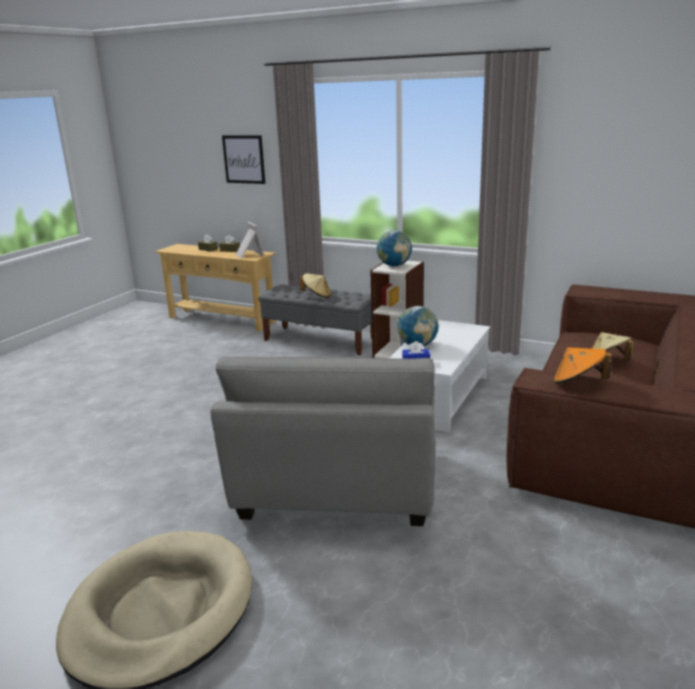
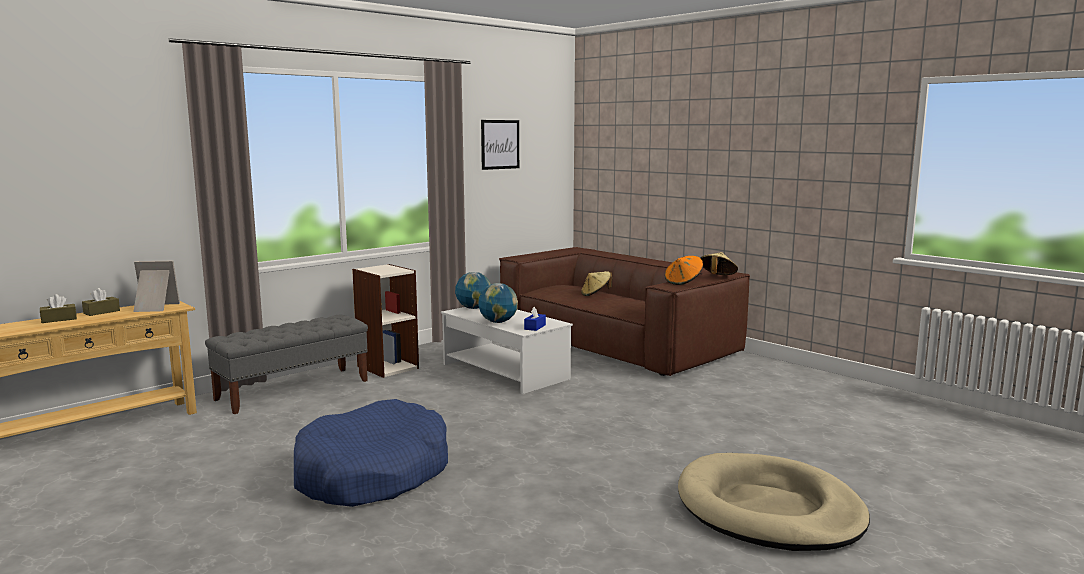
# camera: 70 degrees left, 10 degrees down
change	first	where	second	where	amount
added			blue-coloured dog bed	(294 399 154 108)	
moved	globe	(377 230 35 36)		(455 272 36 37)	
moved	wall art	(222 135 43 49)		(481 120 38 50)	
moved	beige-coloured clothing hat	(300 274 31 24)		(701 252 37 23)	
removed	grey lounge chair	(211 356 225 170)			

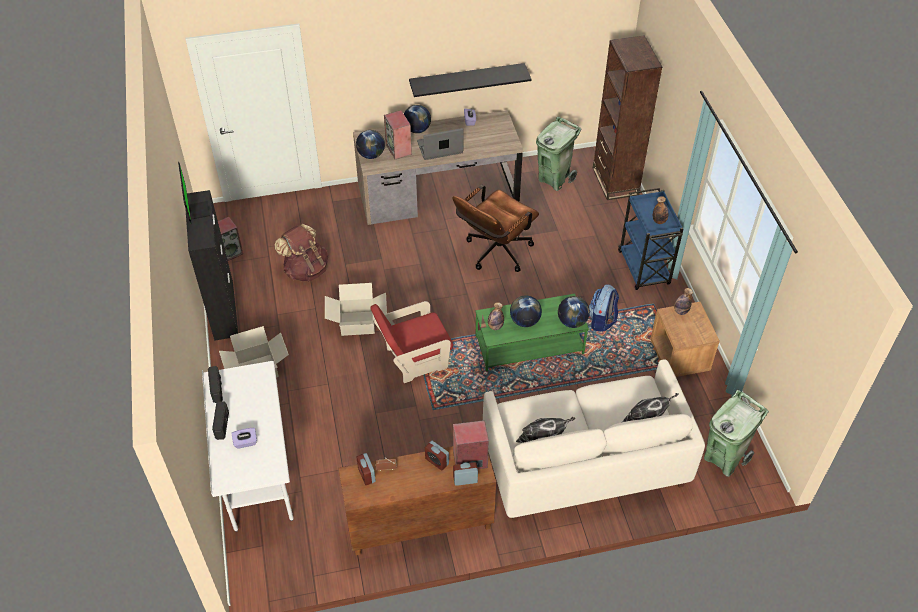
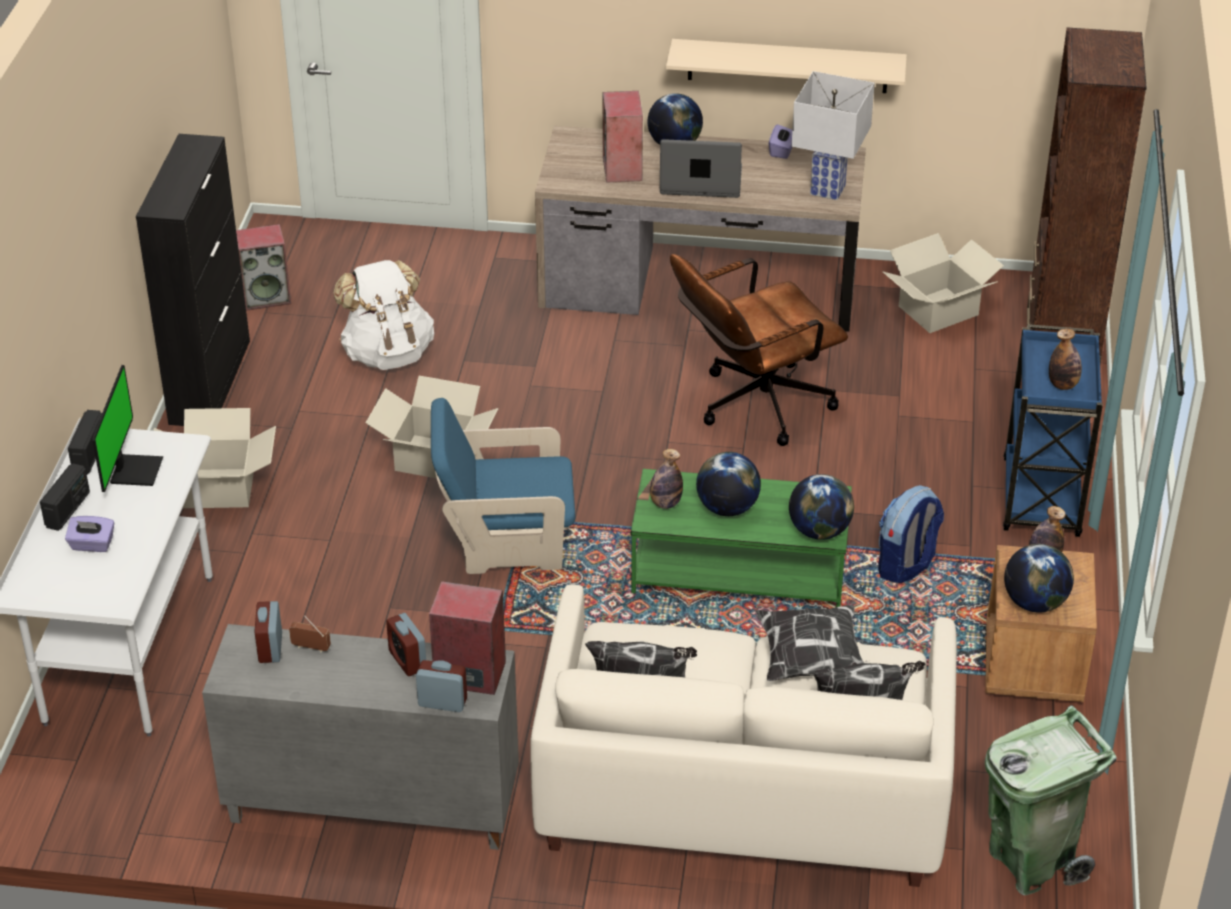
# camera: 20 degrees right, 10 degrees down
change	first	where	second	where	amount
moved	computer screen	(178 162 32 63)		(92 365 71 127)	
recoloured	brown cabinet	(338 446 158 110)	grey cabinet	(202 624 317 226)	
recoloured	brown backpack	(275 224 53 58)	whitish backpack	(333 260 101 110)	
recoloured	reddish lounge chair	(370 301 83 82)	blue-coloured lounge chair	(431 398 144 176)	
recoloured	blackish bracket shelf	(409 63 123 34)	beige-coloured bracket shelf	(666 39 241 54)	
added			cushion	(755 605 115 76)	
added			whitish table lamp	(791 71 84 129)	
replaced	green trash can	(536 117 46 74)	cardboard box	(883 233 121 100)	
moved	globe	(356 130 29 29)		(1004 544 70 69)	

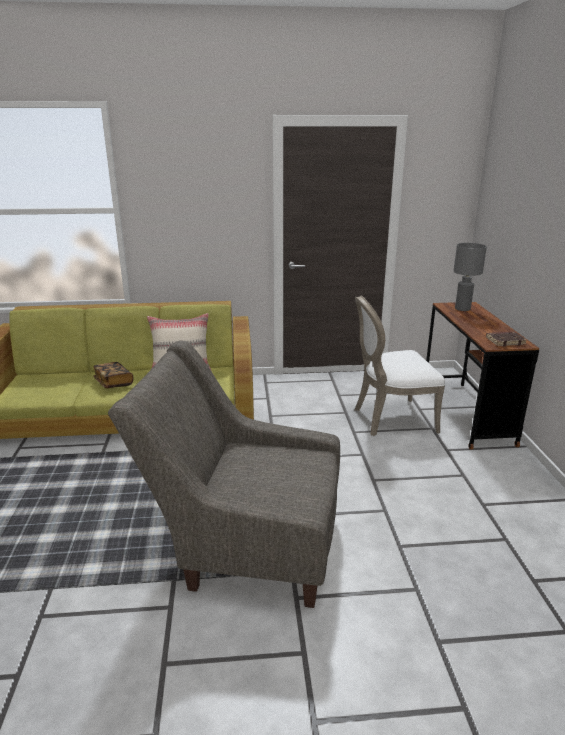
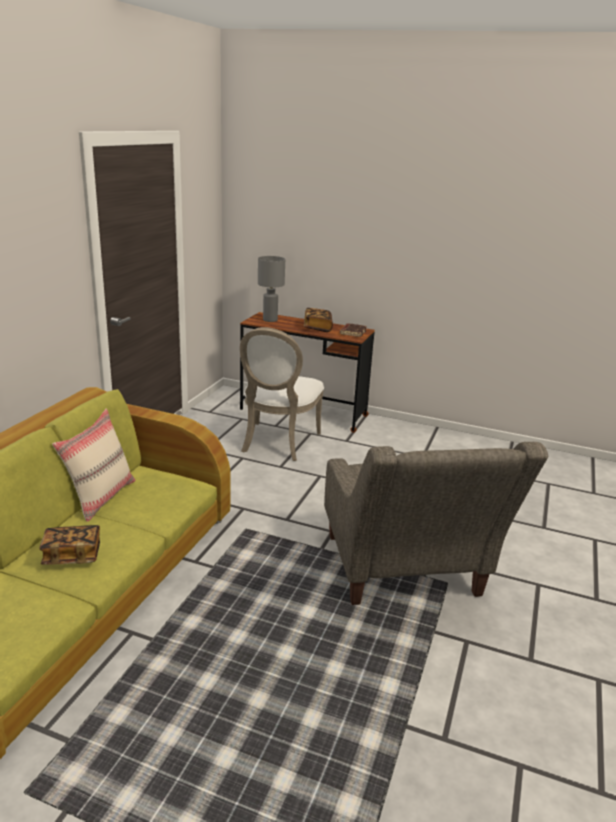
# camera: 65 degrees left, 0 degrees up
change	first	where	second	where	amount
added			bound book	(304 308 29 24)	
turned	grey lounge chair	(108 341 232 267)		(324 442 224 163)	45 degrees counterclockwise

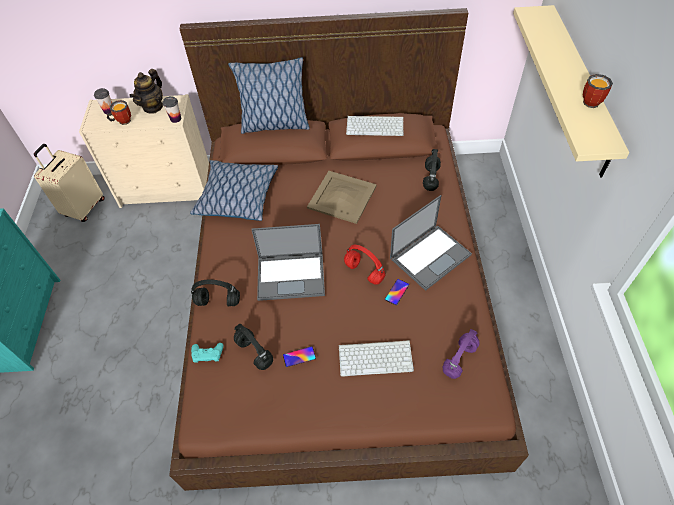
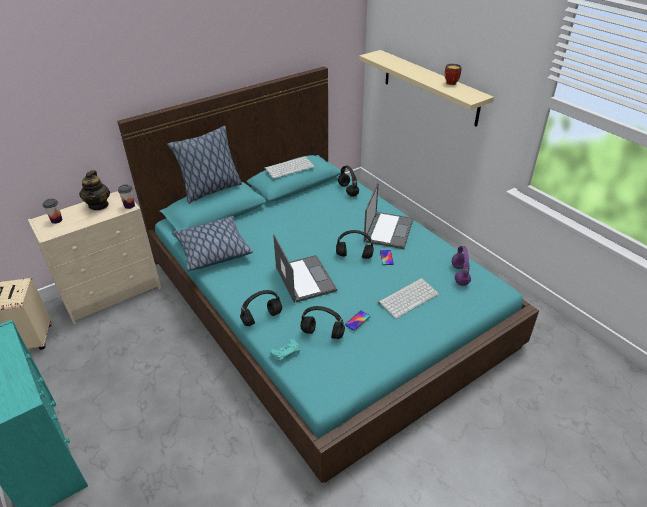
# camera: 35 degrees left, 15 degrees down
change	first	where	second	where	amount
recoloured	brown bed	(169 8 360 483)	turquoise bed	(117 66 422 417)	
turned	laptop	(251 224 74 77)		(273 234 64 69)	75 degrees counterclockwise
recoloured	reddish headphones	(344 245 41 40)	blackish headphones	(336 230 38 29)	
removed	tea mug	(107 100 24 25)			
removed	beige-coloured carrying tray	(307 171 70 53)			

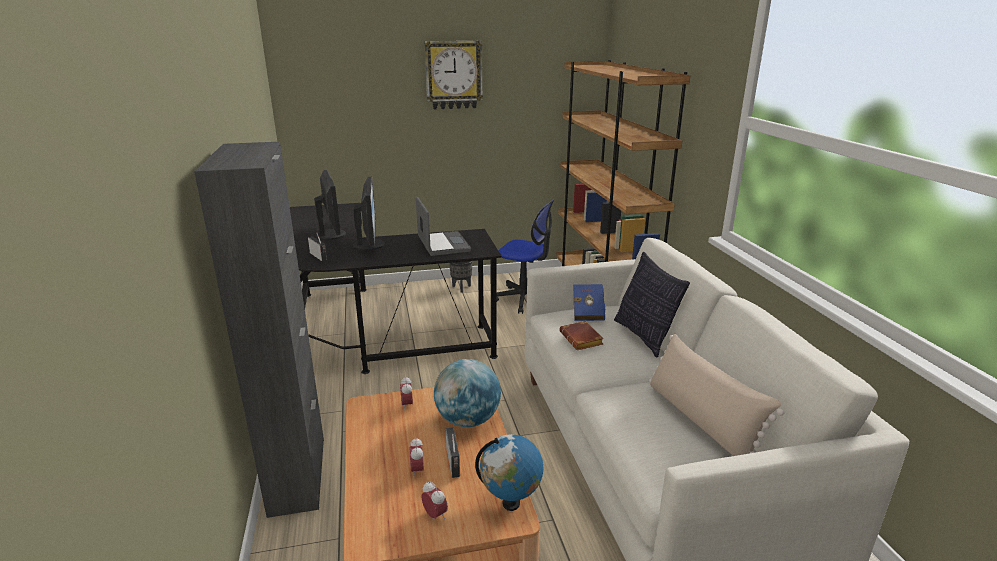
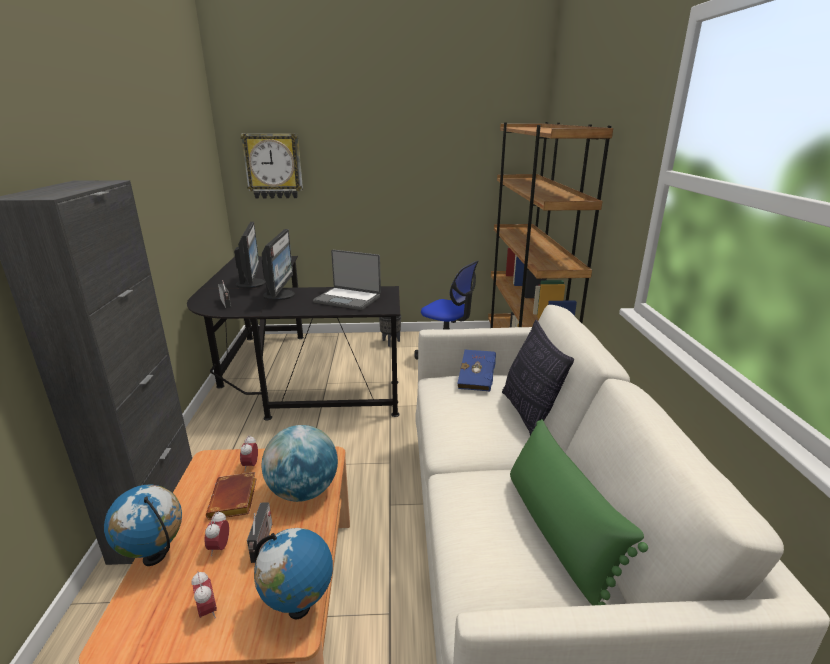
# camera: 10 degrees right, 0 degrees up
change	first	where	second	where	amount
added			globe	(104 485 78 81)	
moved	brown bound book	(559 321 45 29)		(206 472 51 48)	
moved	wall clock	(424 41 59 68)		(241 133 62 66)	
turned	laptop	(416 197 55 59)		(313 250 68 60)	120 degrees clockwise
recoloured	beige-coloured cushion	(649 333 136 123)	green cushion	(510 419 138 186)	

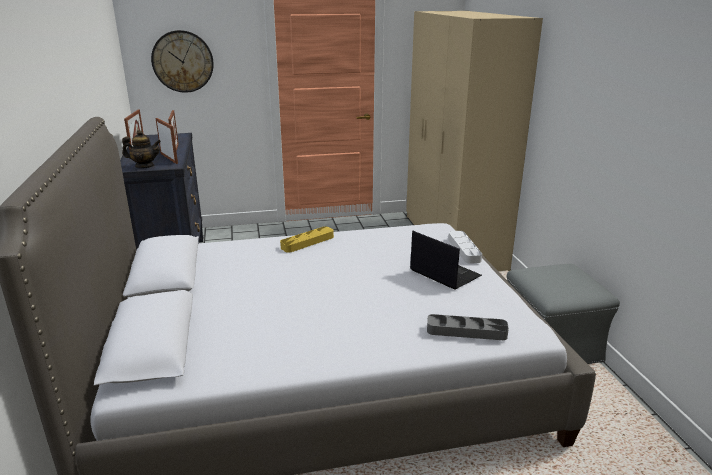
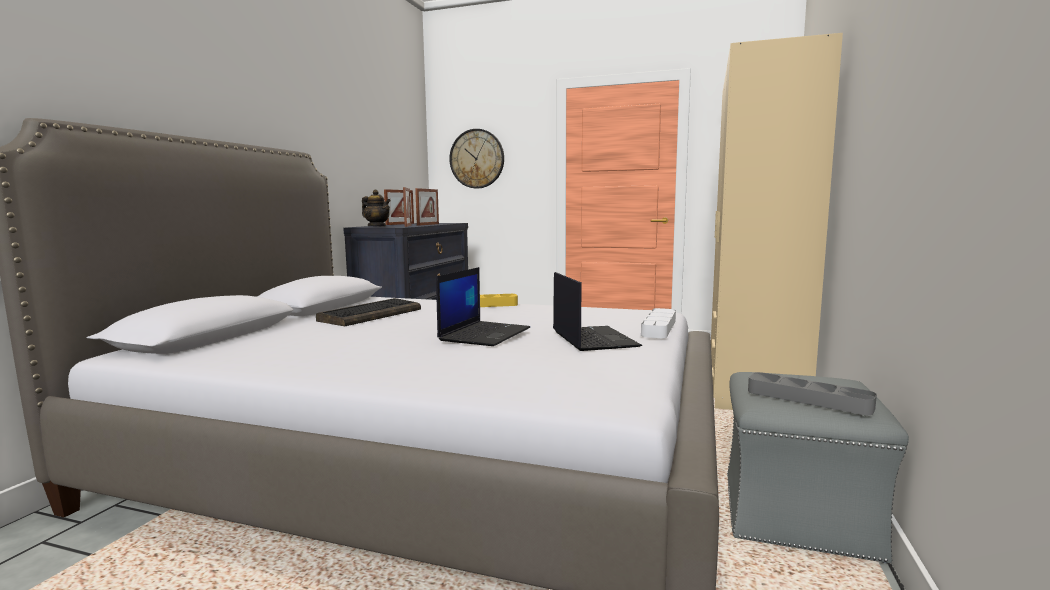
# camera: 30 degrees right, 15 degrees down
change	first	where	second	where	amount
added			computer keyboard	(316 298 105 28)	
added			laptop	(436 267 94 79)	
moved	grey carrying tray	(427 314 82 26)		(748 372 129 43)	

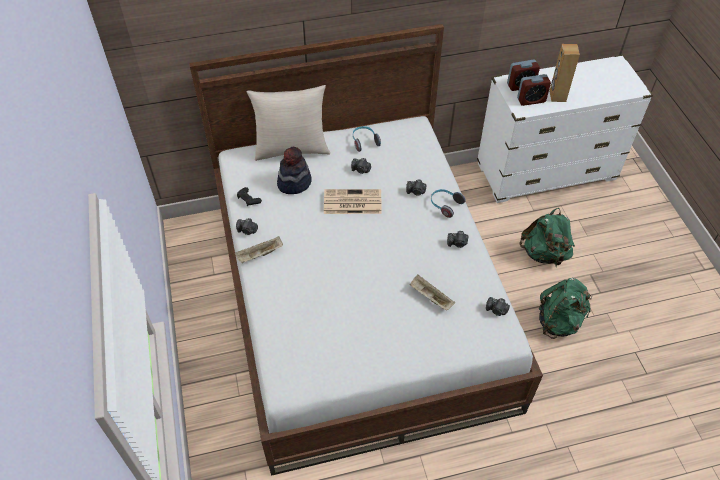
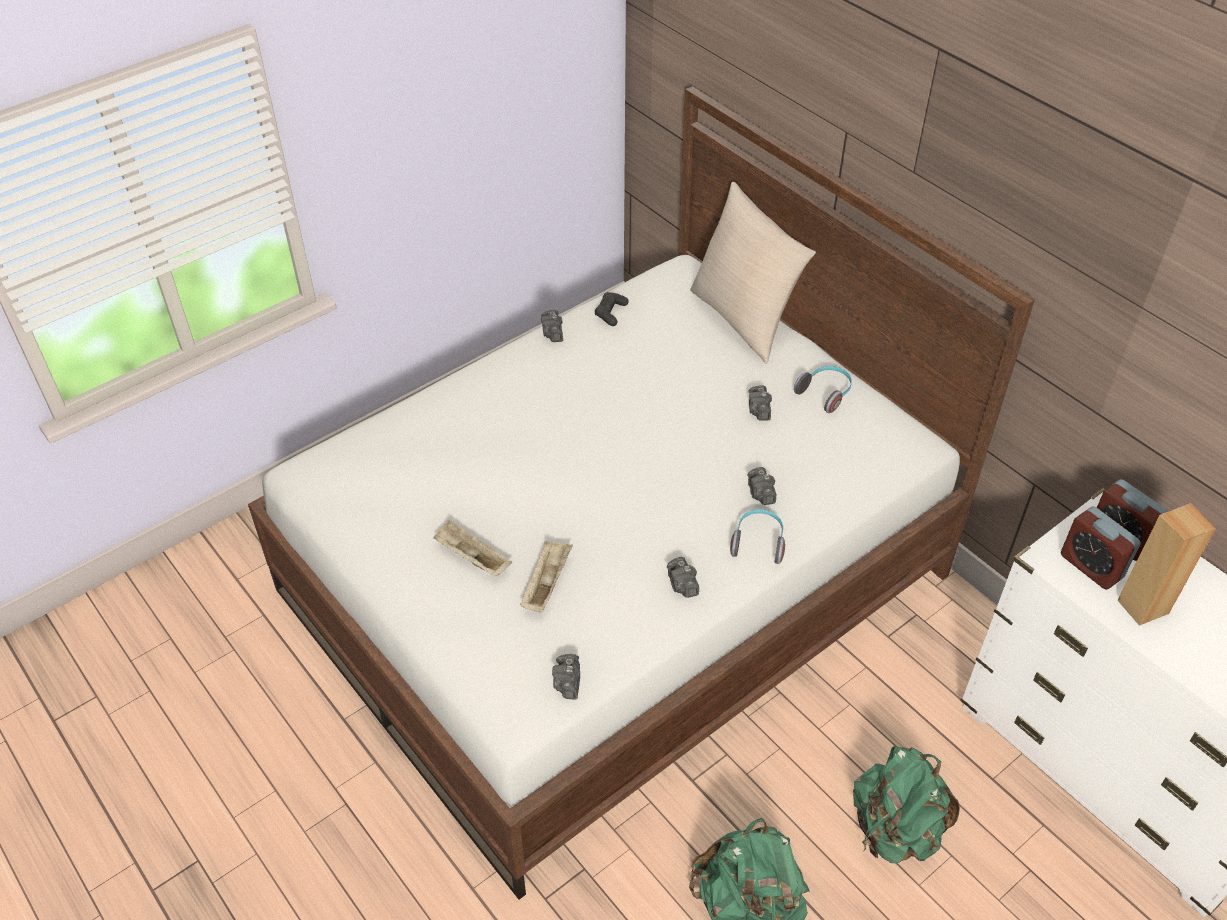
# camera: 65 degrees right, 5 degrees down
change	first	where	second	where	amount
moved	beige-coloured carrying tray	(235 236 48 27)		(433 520 79 56)	
removed	clothing hat	(277 147 35 47)			
removed	printed paper	(324 189 58 25)			

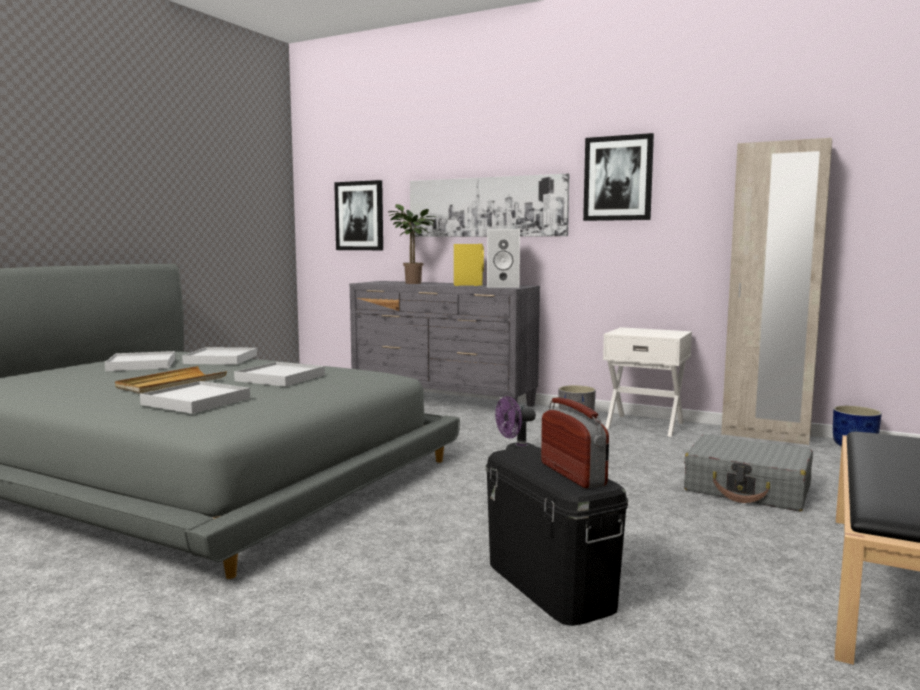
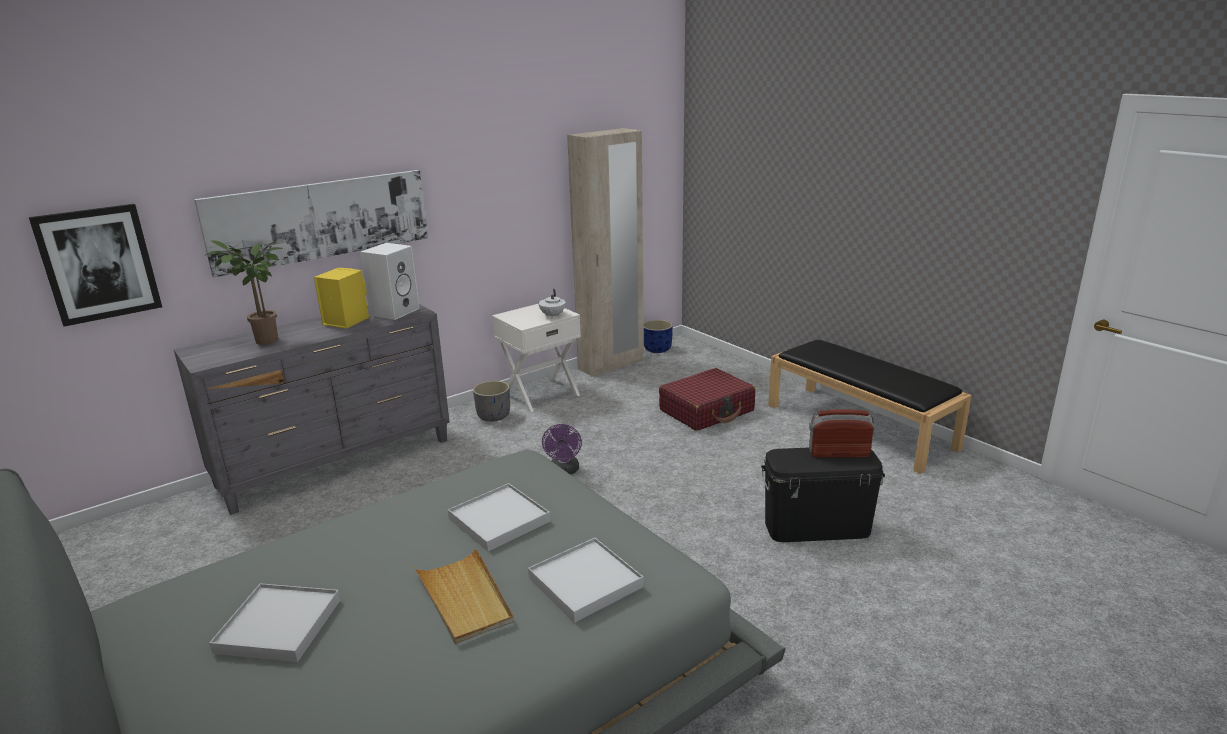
# camera: 65 degrees left, 15 degrees up
change	first	where	second	where	amount
added			whitish tea pot	(539 289 27 29)	
recoloured	grey suitcase	(684 434 129 78)	reddish suitcase	(659 368 96 63)	
removed	whitish carrying tray	(182 347 75 18)			
removed	wall art	(583 133 71 88)			

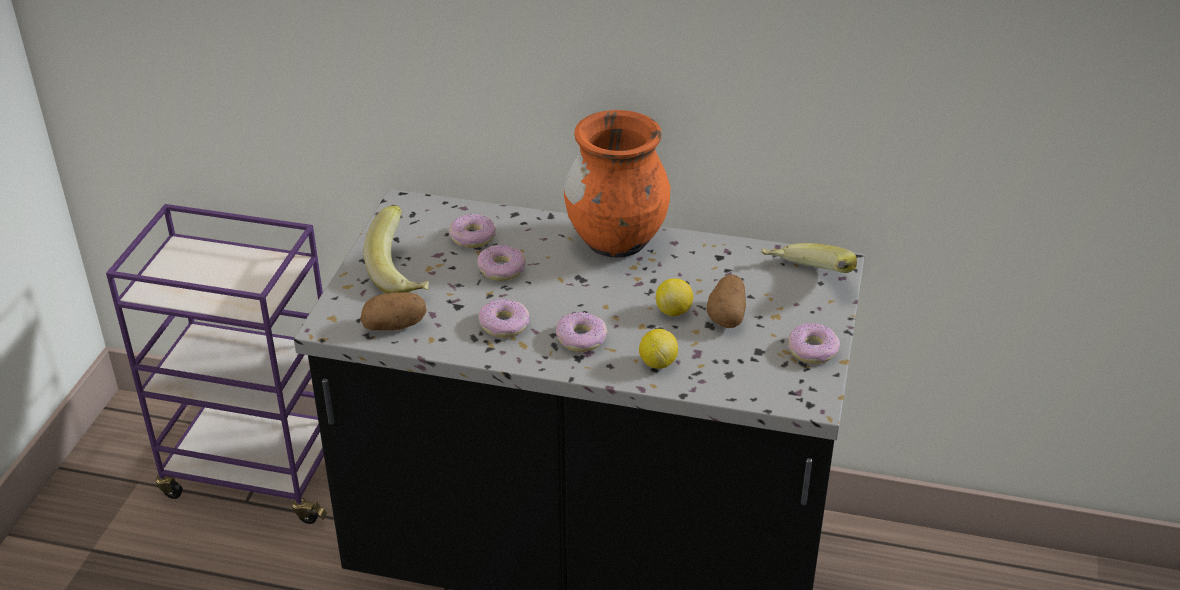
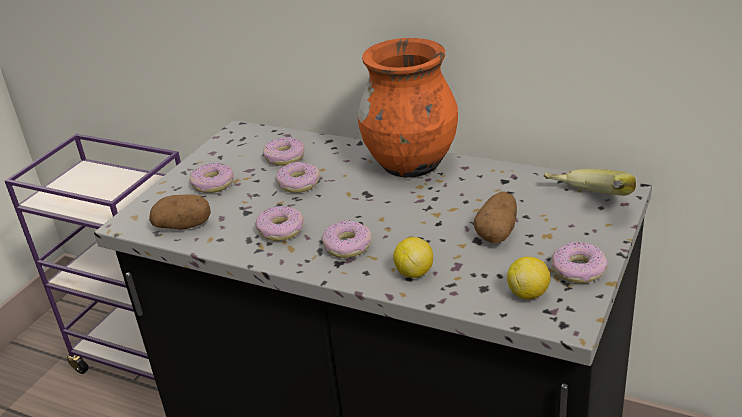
# camera: 15 degrees right, 5 degrees down
change	first	where	second	where	amount
replaced	banana fruit	(364 205 65 89)	donut	(190 163 44 30)	
moved	lemon	(656 278 37 38)		(507 257 43 42)	

